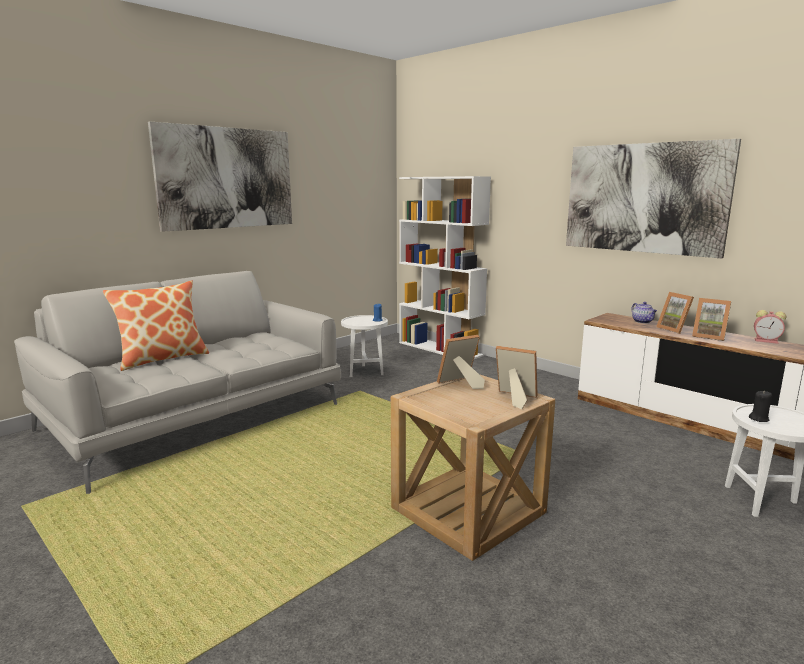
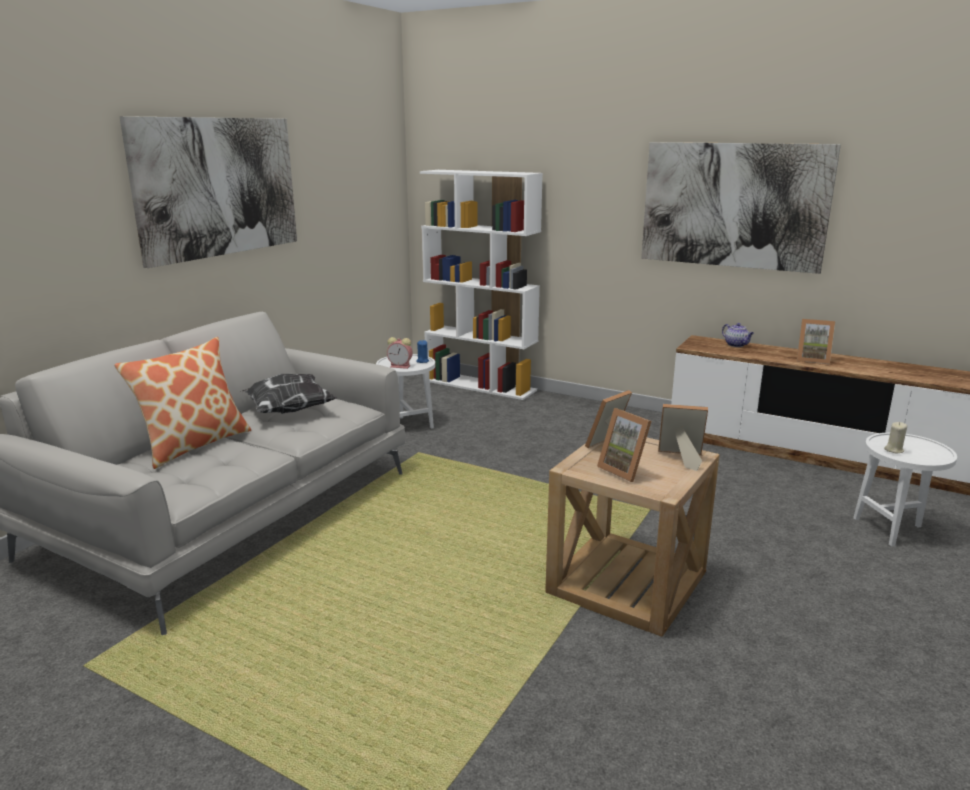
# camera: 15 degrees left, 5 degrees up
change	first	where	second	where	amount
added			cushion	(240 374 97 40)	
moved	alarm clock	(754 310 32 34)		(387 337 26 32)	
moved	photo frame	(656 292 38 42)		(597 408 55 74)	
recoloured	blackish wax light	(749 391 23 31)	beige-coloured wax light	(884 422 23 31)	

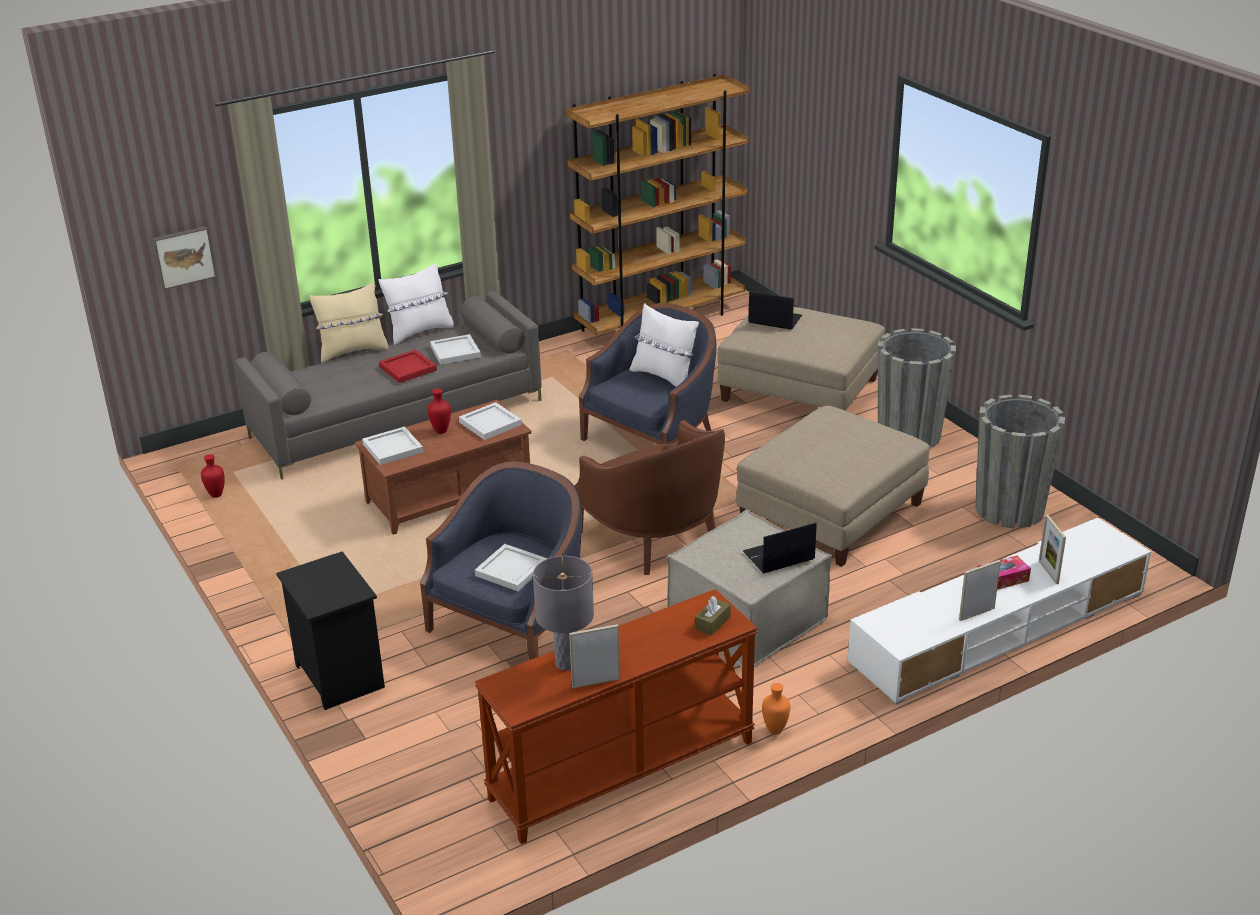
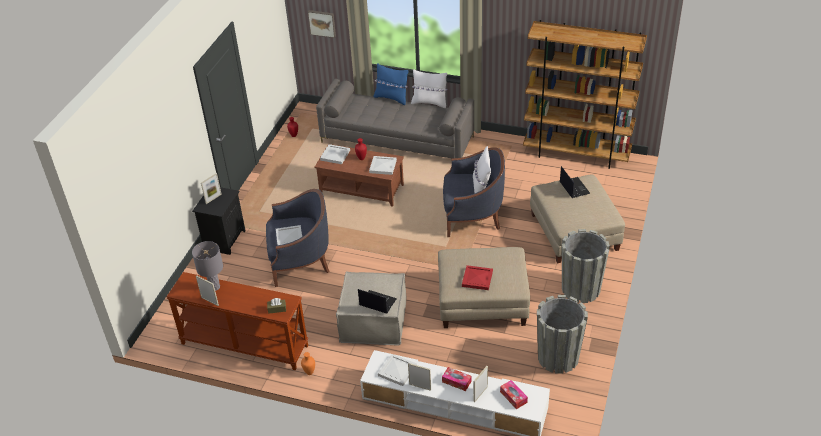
# camera: 50 degrees right, 10 degrees up
change	first	where	second	where	amount
added			photo frame	(201 173 21 31)	
recoloured	beige-coloured cushion	(309 283 79 80)	blue-coloured cushion	(373 63 36 42)	
moved	whitish carrying tray	(430 334 51 31)		(378 354 39 32)	
moved	reddish carrying tray	(379 350 58 33)		(462 265 31 25)	
added			tissue holder	(500 380 28 29)	
removed	brown lounge chair	(574 420 151 155)			

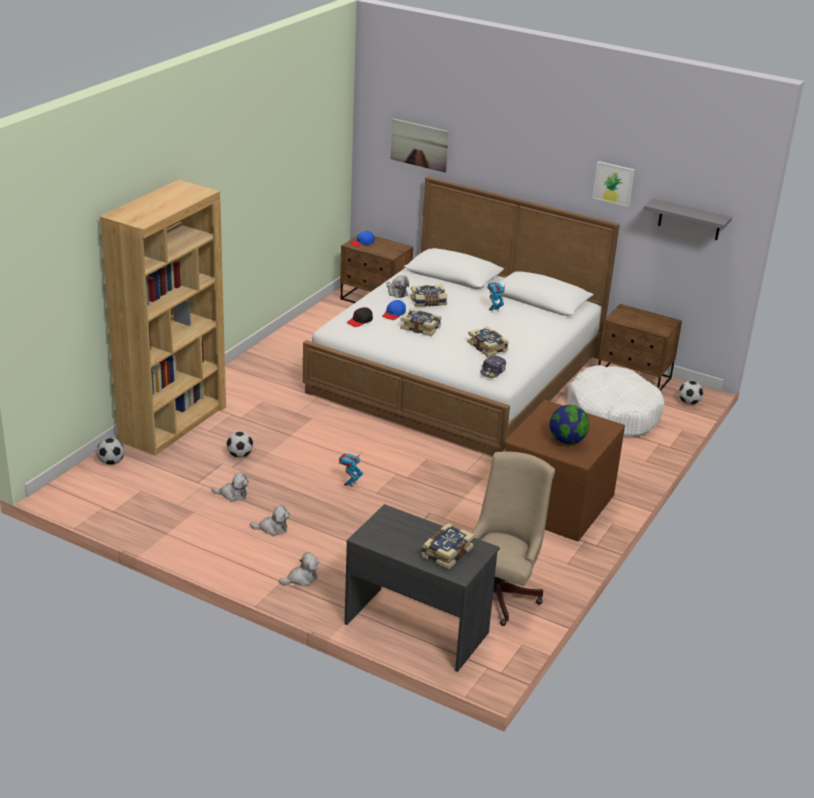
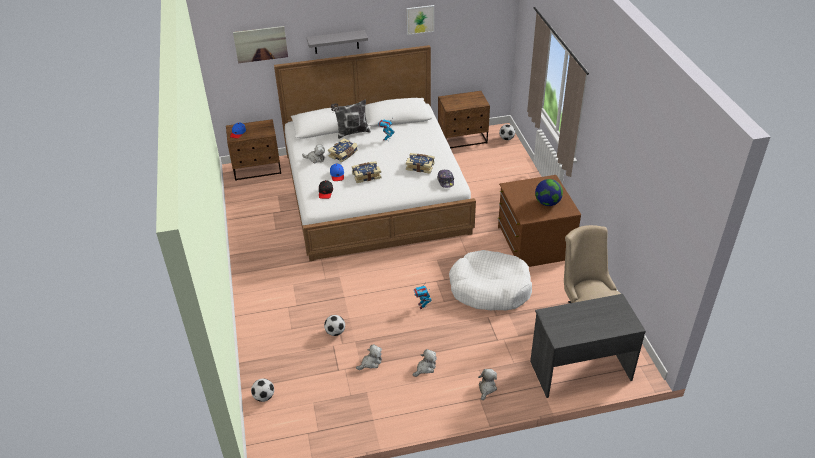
# camera: 40 degrees left, 10 degrees up
change	first	where	second	where	amount
moved	grey bracket shelf	(644 198 88 42)		(307 30 61 24)	
added			cushion	(331 99 40 40)	
moved	whitish dog bed	(567 365 97 72)		(449 250 83 60)	
removed	brown shelving unit	(100 180 126 276)			
removed	bound book	(421 523 54 46)			

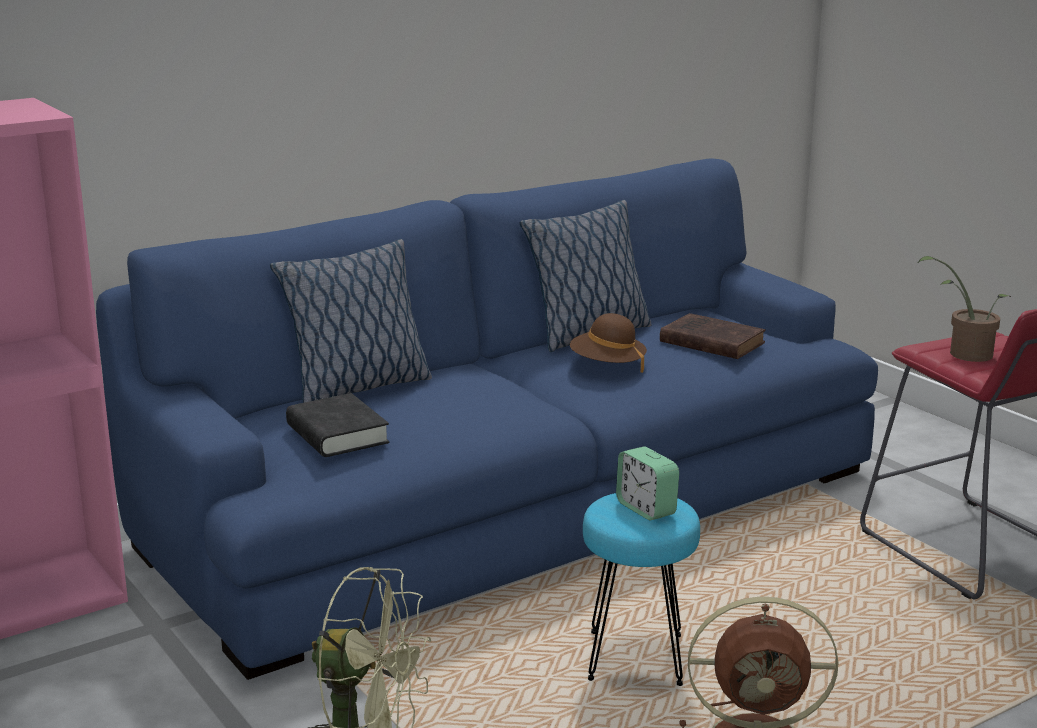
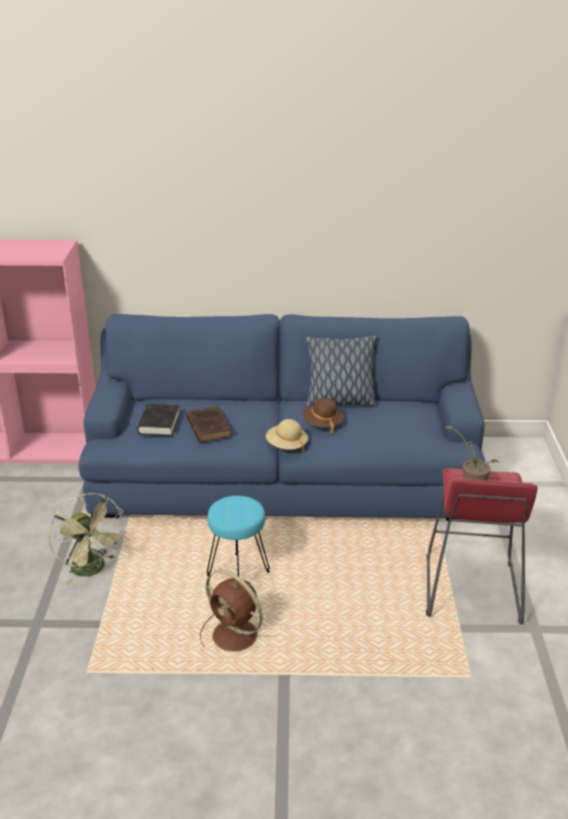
# camera: 35 degrees right, 10 degrees up
change	first	where	second	where	amount
moved	brown bound book	(660 313 106 46)		(186 406 46 36)	
added			beige-coloured clothing hat	(266 419 42 35)	
removed	cushion	(270 239 162 164)			
removed	alarm clock	(616 446 63 74)			

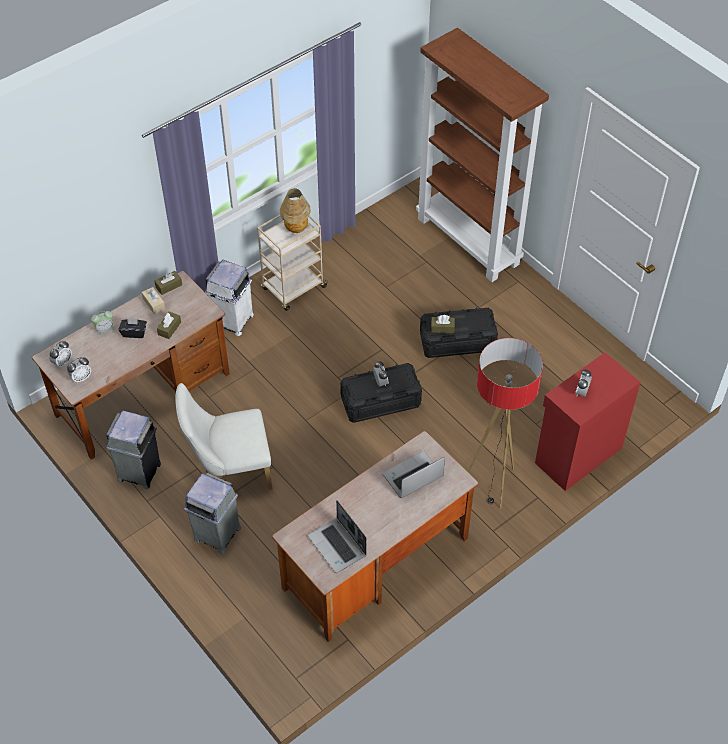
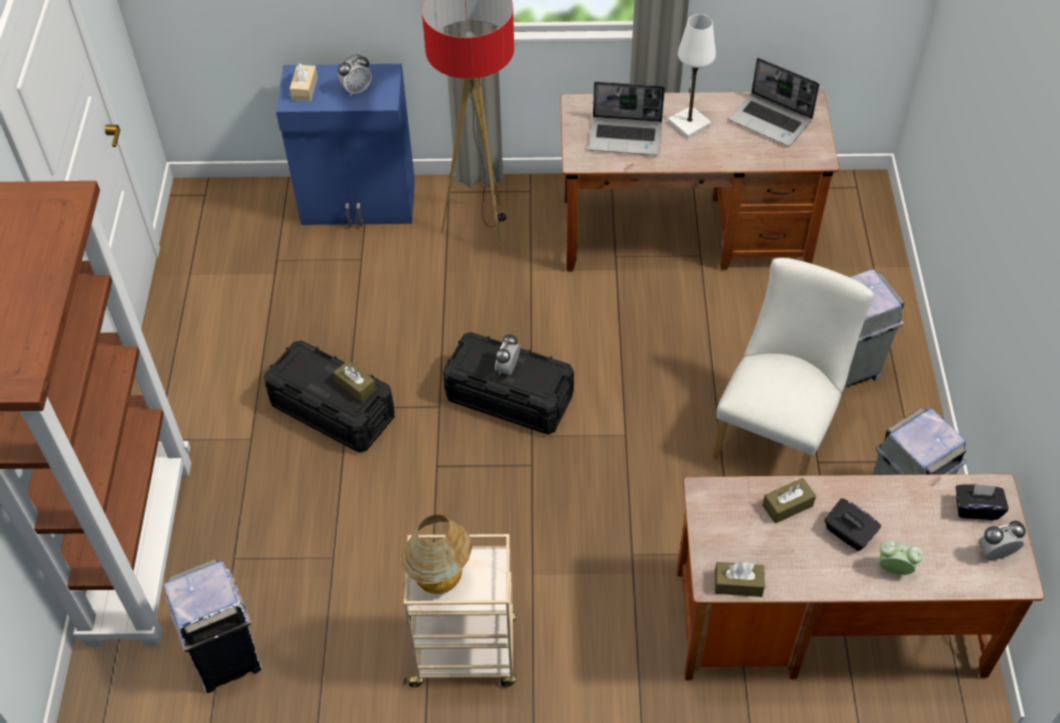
# camera: 140 degrees left, 0 degrees up
change	first	where	second	where	amount
moved	whitish trash can	(205 260 49 76)		(163 559 99 134)	
recoloured	reddish cabinet	(535 352 106 139)	blue-coloured cabinet	(276 64 139 163)	
moved	beige-coloured tissue holder	(142 287 23 27)		(290 63 28 39)	
added			whitish table lamp	(668 14 48 125)	
turned	whitish chair	(175 383 98 107)		(712 258 162 218)	90 degrees counterclockwise
turned	laptop	(308 500 59 73)		(729 58 90 88)	120 degrees clockwise
replaced	alarm clock	(67 357 24 26)	blackish tissue holder	(956 484 53 36)	

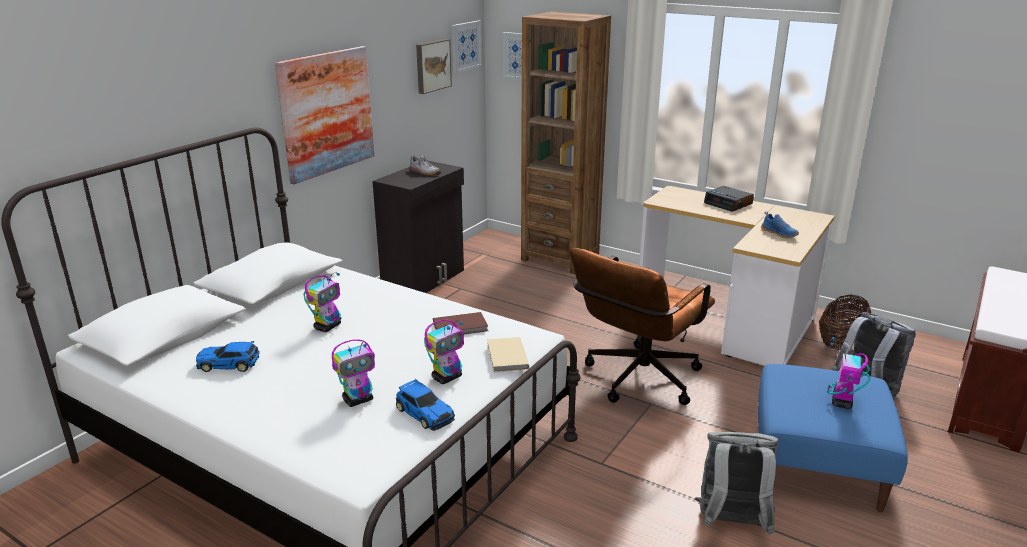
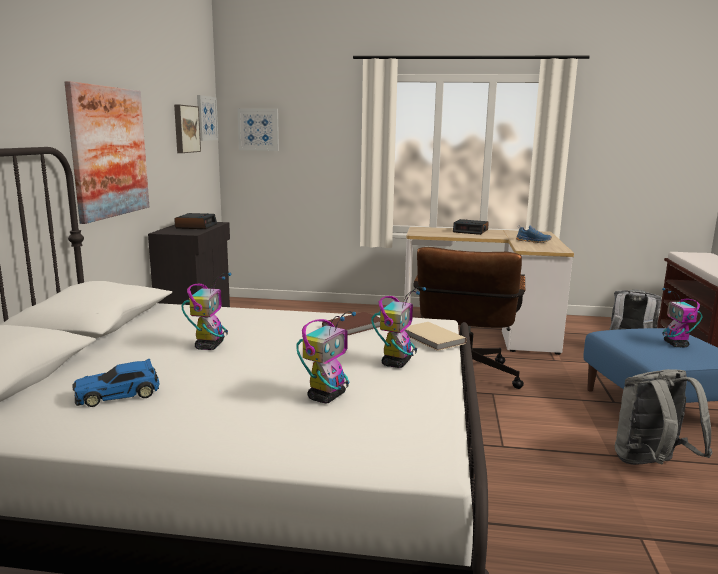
# camera: 25 degrees left, 10 degrees down
change	first	where	second	where	amount
replaced	shoe	(410 155 31 21)	alarm clock	(174 213 43 16)	
removed	miniature car	(396 379 59 52)			
removed	brown shelving unit	(521 11 90 263)			
removed	household basket	(819 295 52 55)			

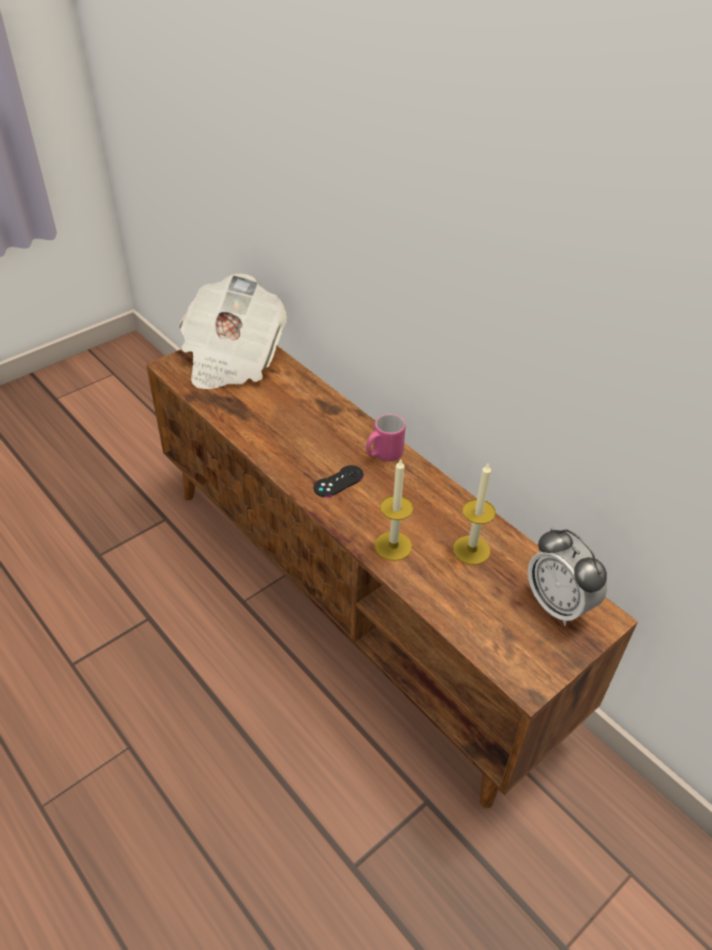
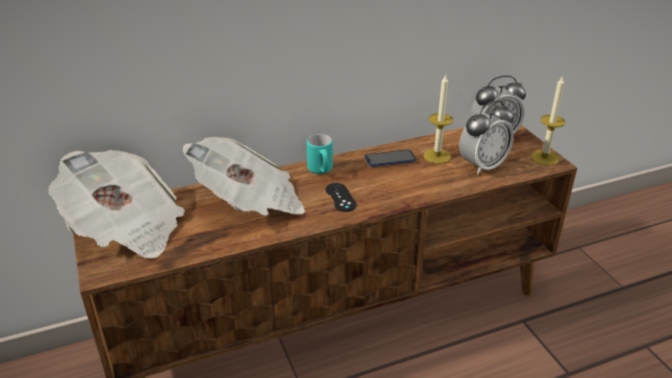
# camera: 70 degrees left, 10 degrees down
change	first	where	second	where	amount
added			printed paper	(183 137 123 79)	
recoloured	pink tea mug	(366 414 40 47)	turquoise tea mug	(307 134 26 40)	
added			phone	(364 150 52 17)	
added			alarm clock	(459 100 55 75)	
moved	wax light	(375 459 38 102)		(531 75 35 91)	

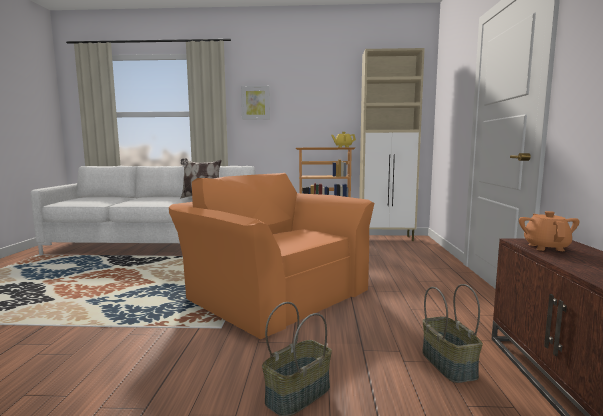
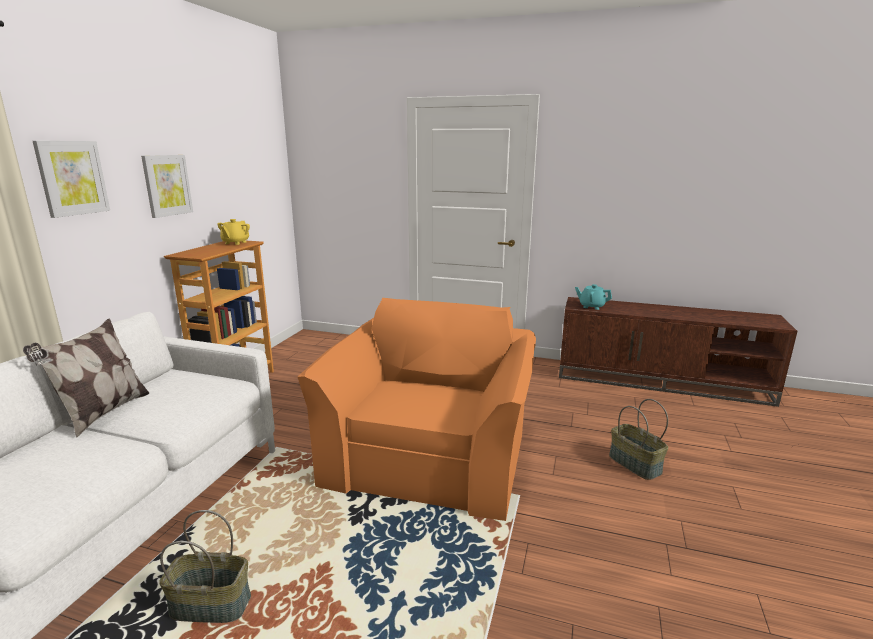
# camera: 75 degrees left, 10 degrees up
change	first	where	second	where	amount
added			wall art	(141 155 52 63)	
moved	household basket	(422 284 61 99)		(159 510 92 113)	
turned	orange-coloured lounge chair	(169 173 205 166)		(298 298 238 223)	135 degrees clockwise
recoloured	orange-coloured tea pot	(519 211 61 40)	turquoise tea pot	(575 284 37 26)	
removed	beige-coloured cabinet	(359 48 66 193)			

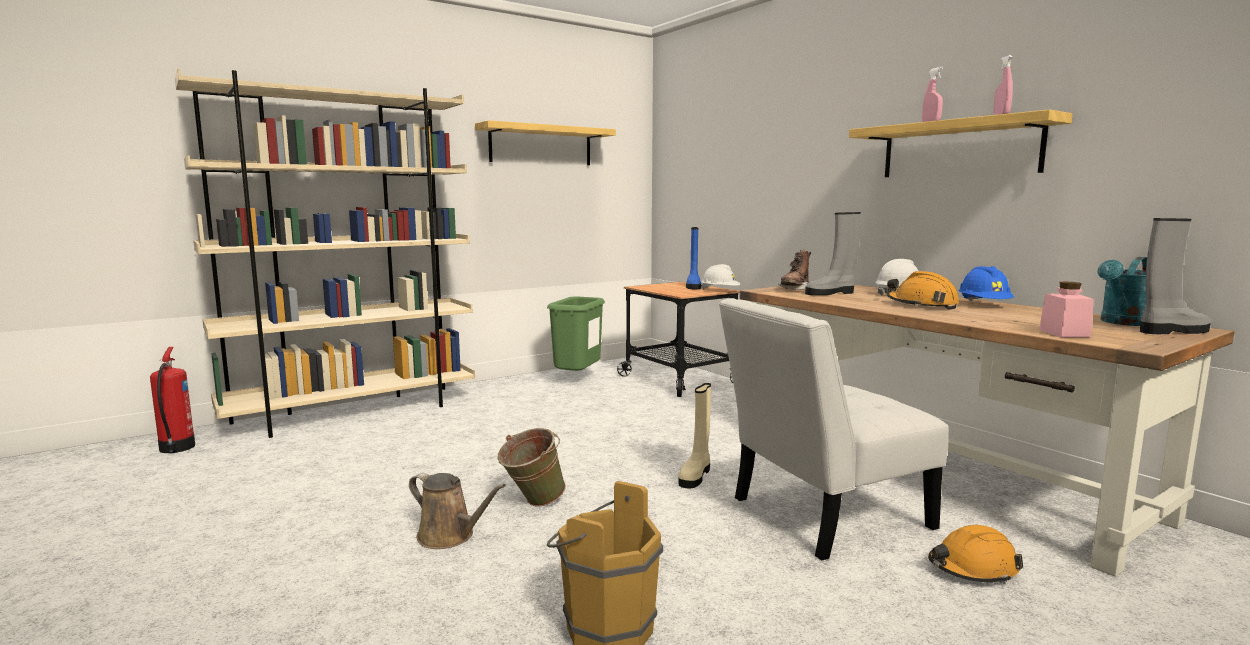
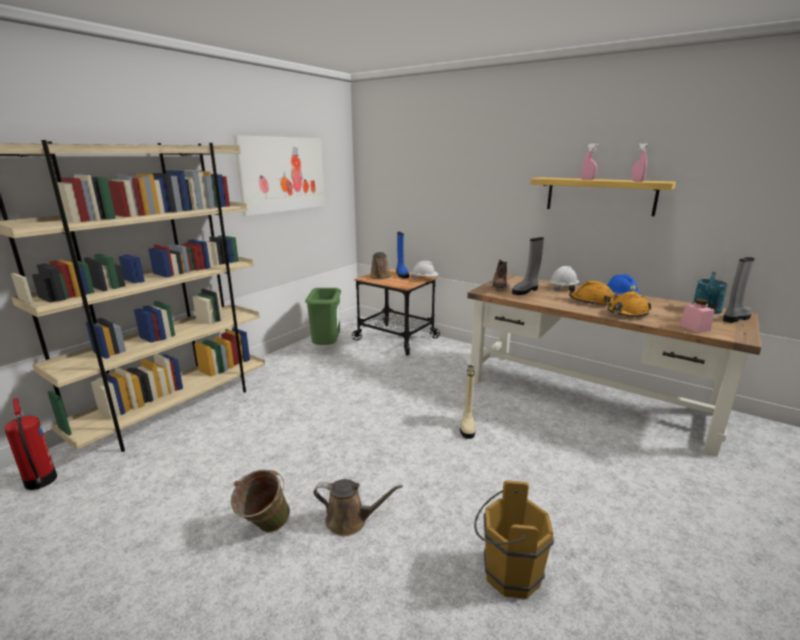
# camera: 20 degrees left, 10 degrees up
change	first	where	second	where	amount
moved	green bucket	(497 428 69 79)		(231 469 59 63)	
replaced	bracket shelf	(475 120 141 45)	wall art	(233 135 92 81)	
added			brown watering pot	(370 252 21 27)	
moved	orange-coloured work helmet	(928 525 95 59)		(607 292 44 25)	
removed	whitish chair	(719 298 230 263)			

